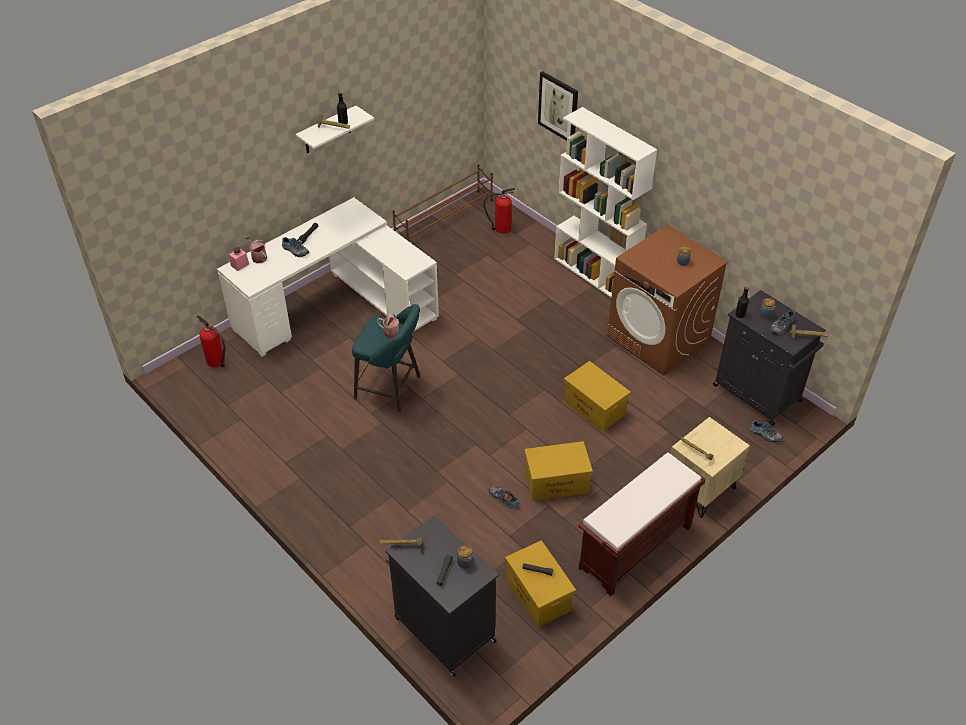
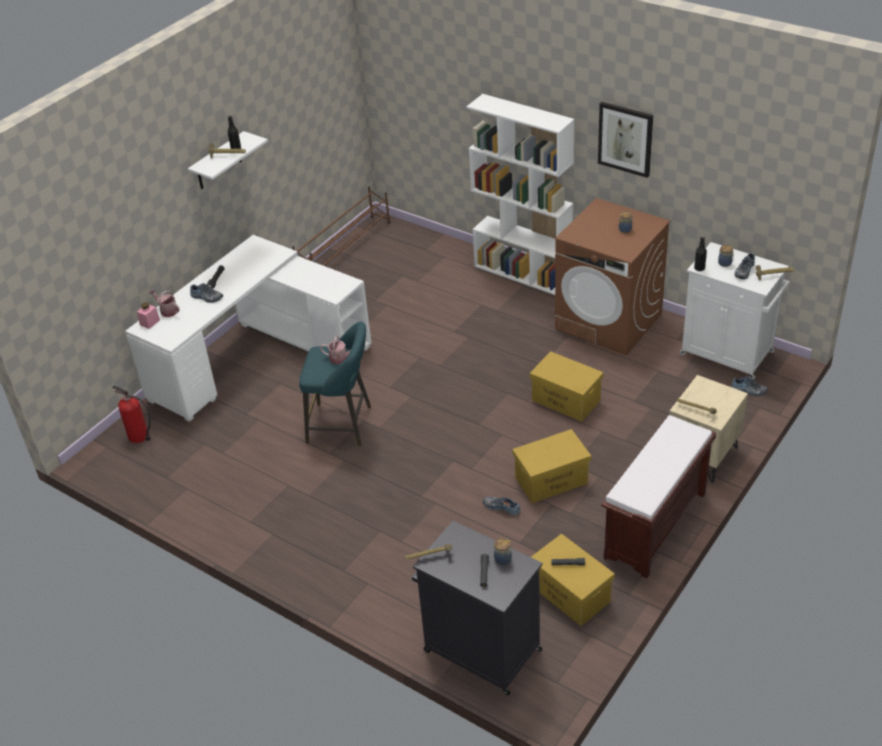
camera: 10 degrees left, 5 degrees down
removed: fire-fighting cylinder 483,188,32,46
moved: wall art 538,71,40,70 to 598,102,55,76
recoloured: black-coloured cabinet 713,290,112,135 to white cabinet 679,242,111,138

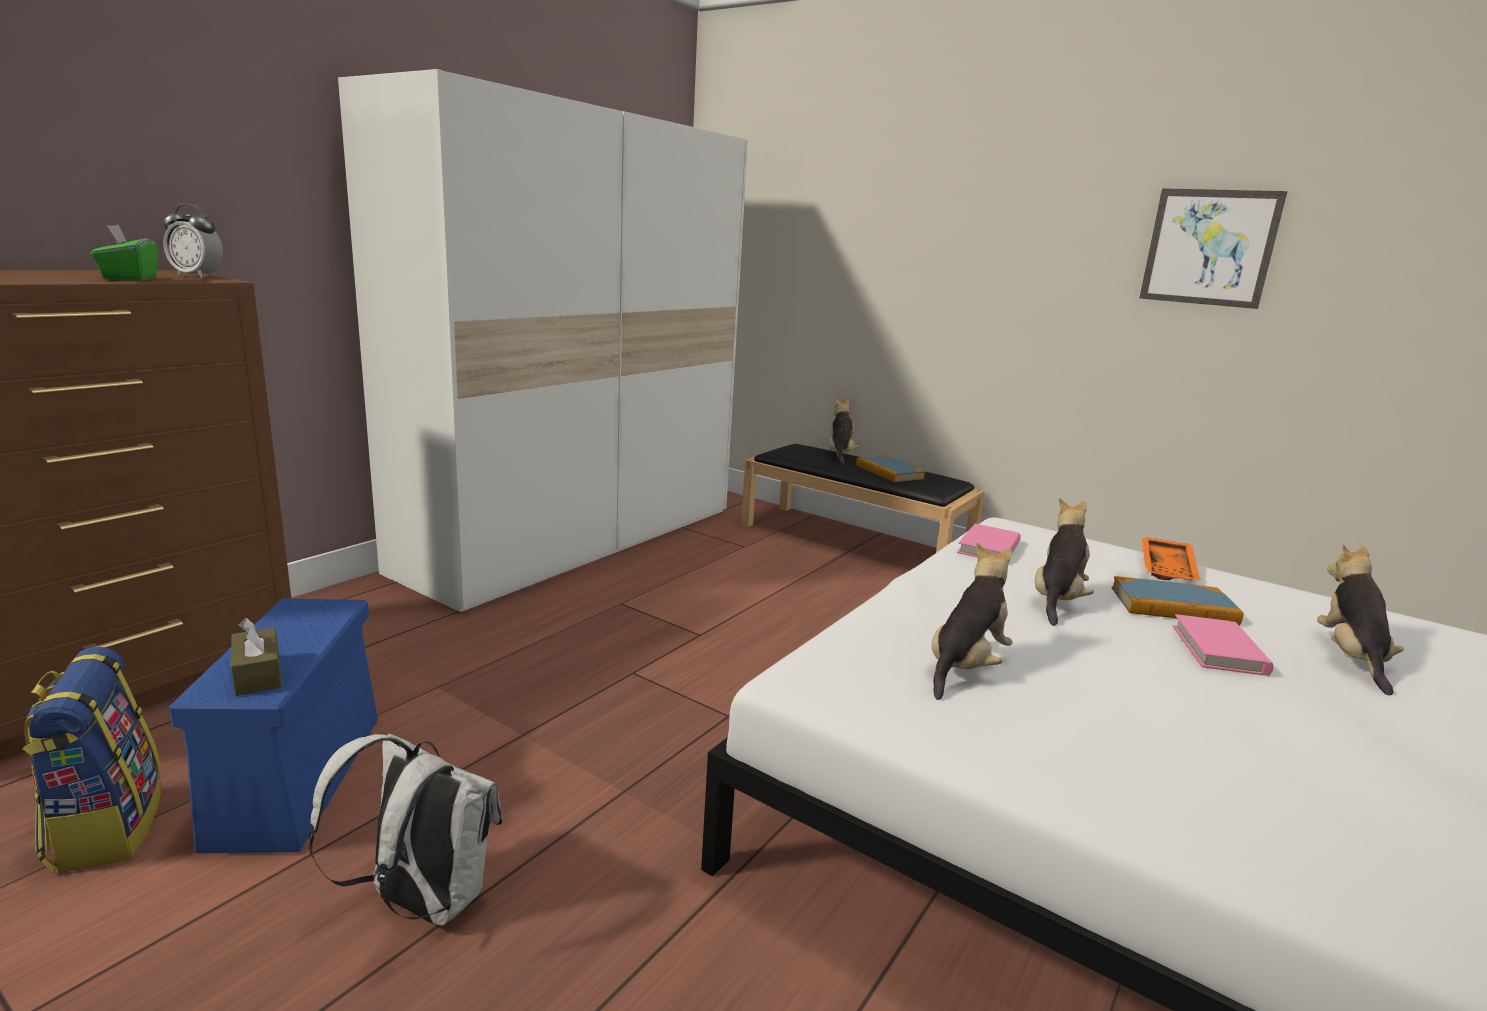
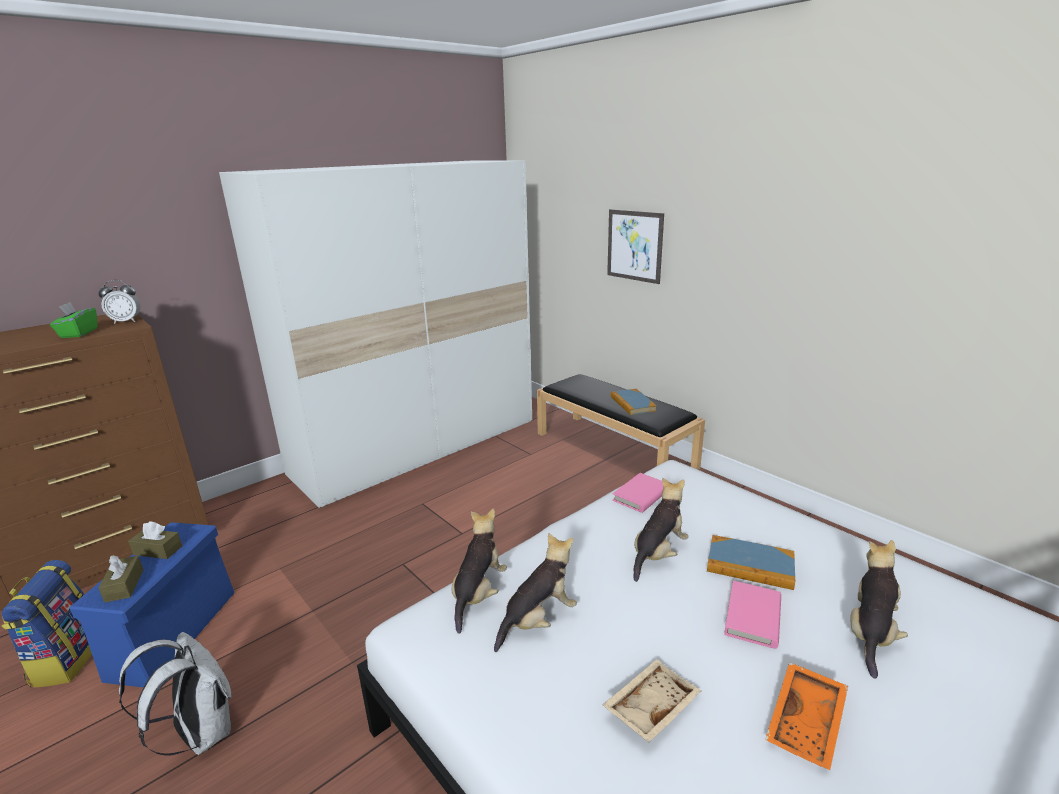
camera: 15 degrees right, 5 degrees up
added: brown tissue box 128,521,54,38; beige carrying tray 602,659,99,84
moved: plush toy 828,398,31,67 to 452,508,55,126; wall art 1139,188,149,121 to 607,209,57,75; orange-coloured carrying tray 1142,537,58,43 to 765,662,83,108
turned: bedside clock 163,203,60,75 = 98,280,43,44 45 degrees counterclockwise

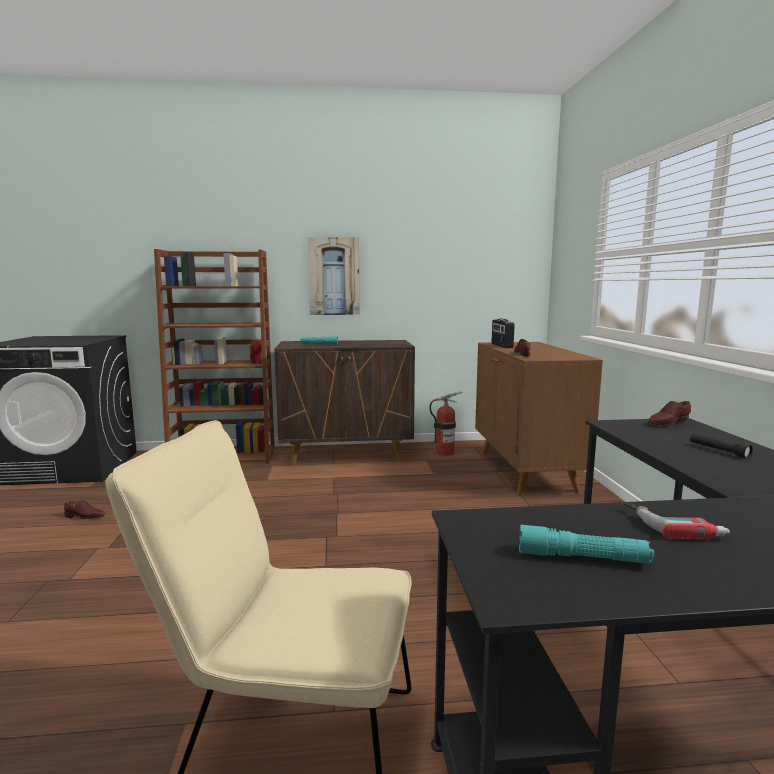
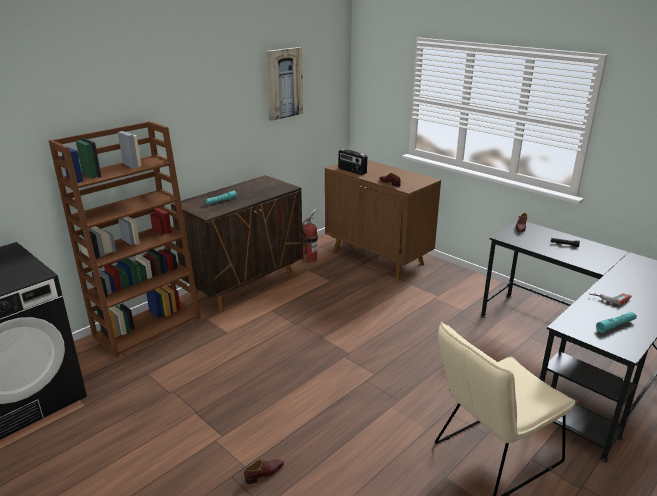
camera: 40 degrees left, 15 degrees up
moved: brown low shoe 64,500,41,19 to 244,459,40,25; wall art 308,237,52,78 to 266,47,37,74

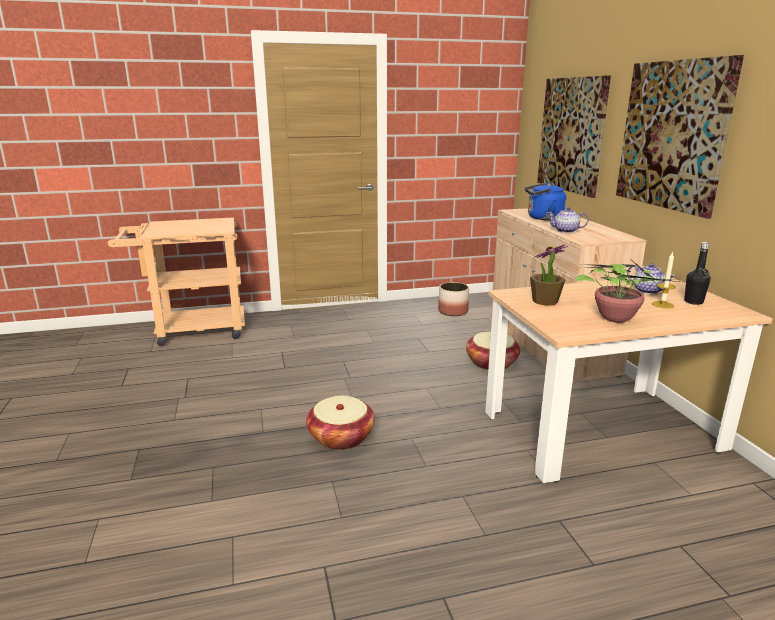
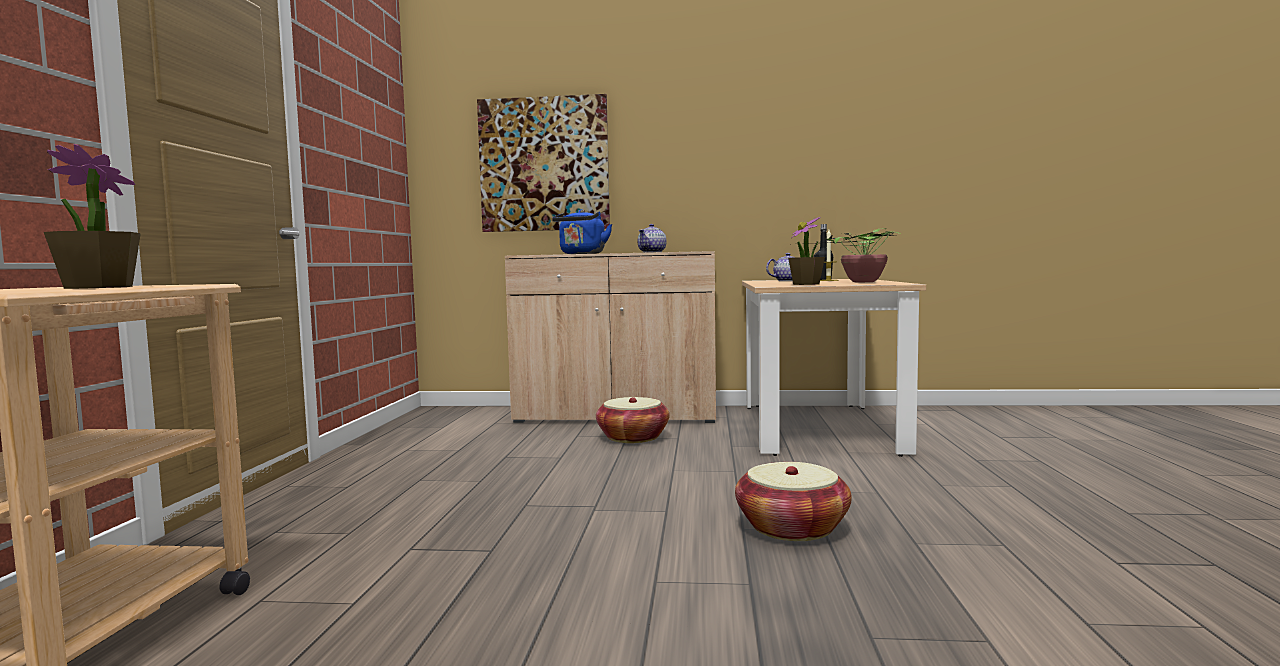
camera: 70 degrees left, 15 degrees down
removed: plant pot 438,282,31,34; wall art 616,55,128,164
added: potted plant 44,144,97,145

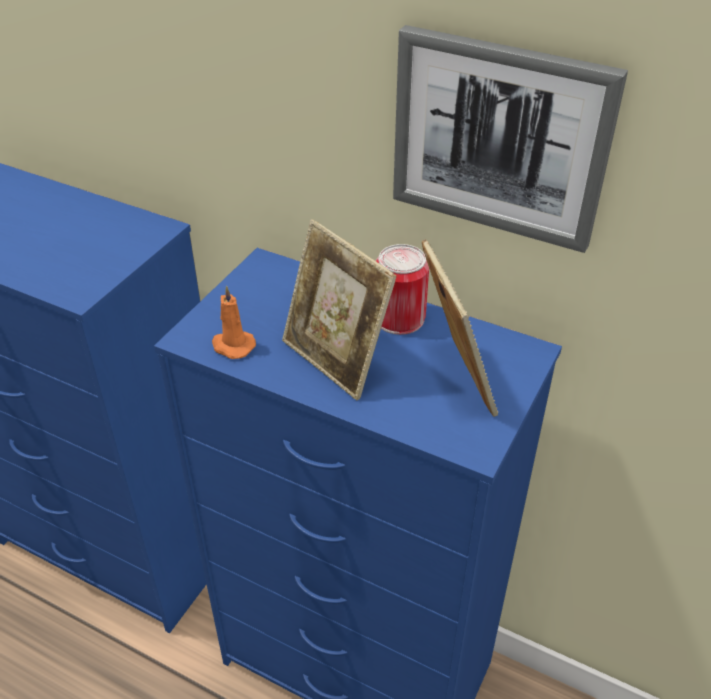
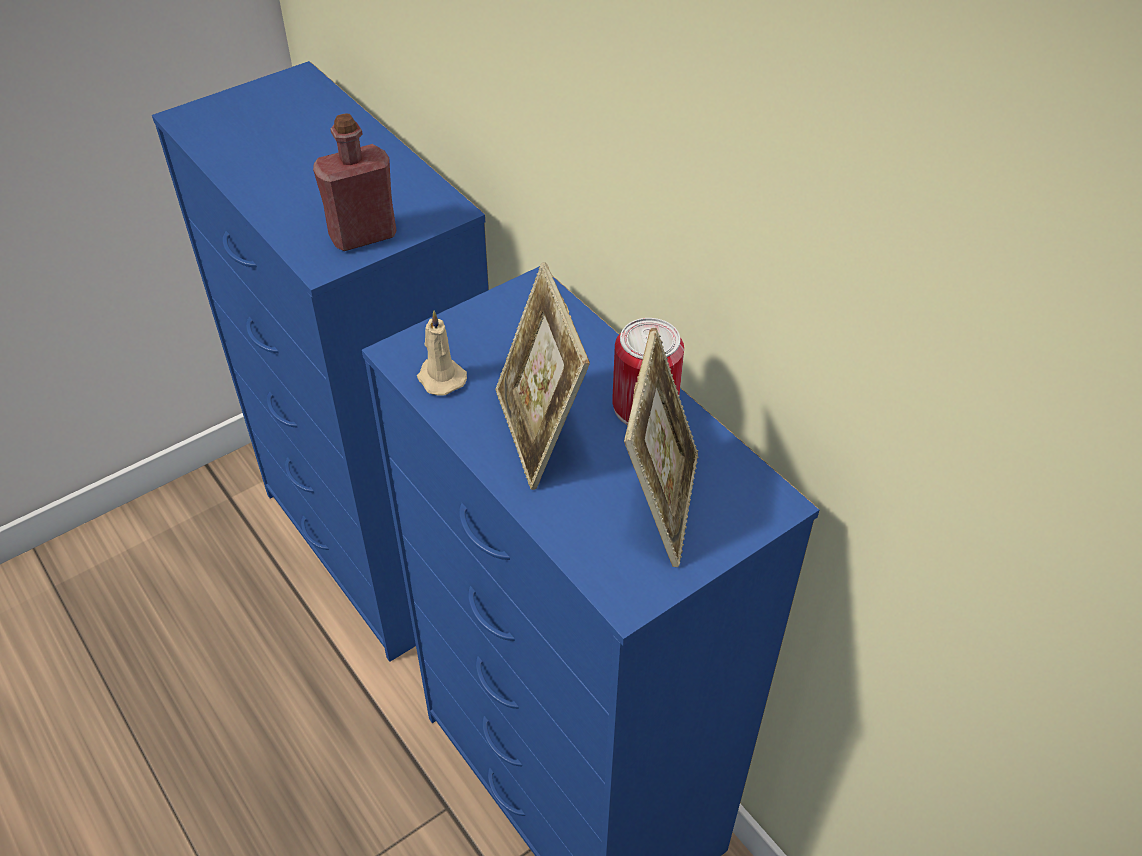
camera: 25 degrees right, 5 degrees up
removed: wall art 393,25,235,228
added: red-coloured beverage bottle 313,113,83,138
recoloured: orange-coloured candle 212,286,44,73 to beige candle 417,310,50,86

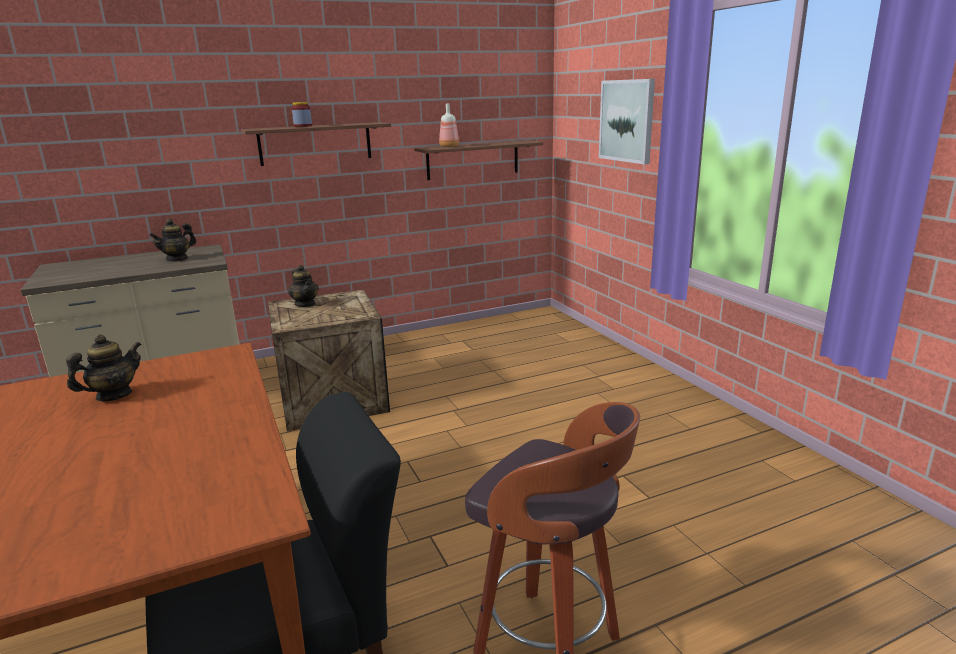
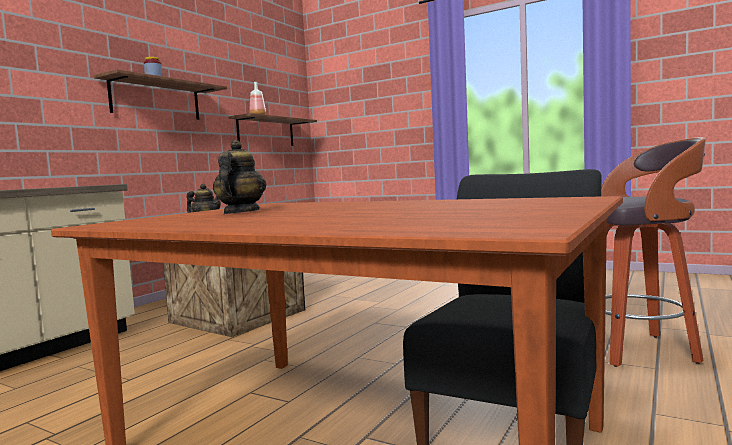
camera: 35 degrees left, 15 degrees down
removed: teapot 149,219,47,43; wall art 599,79,56,85

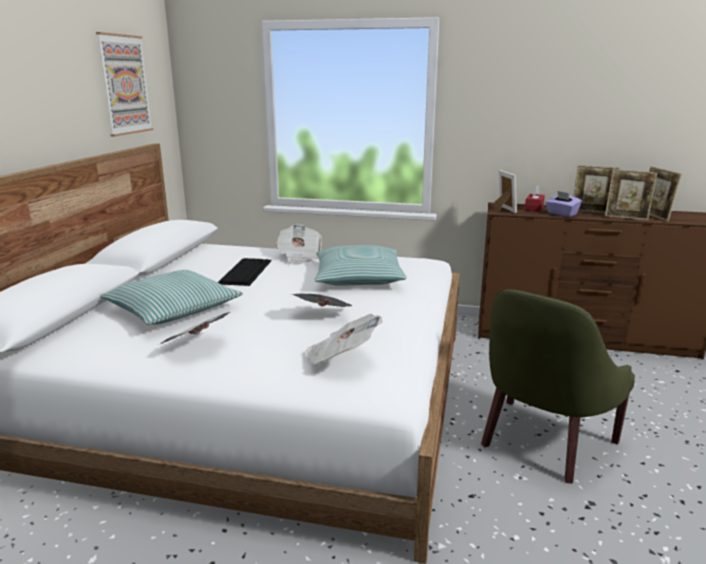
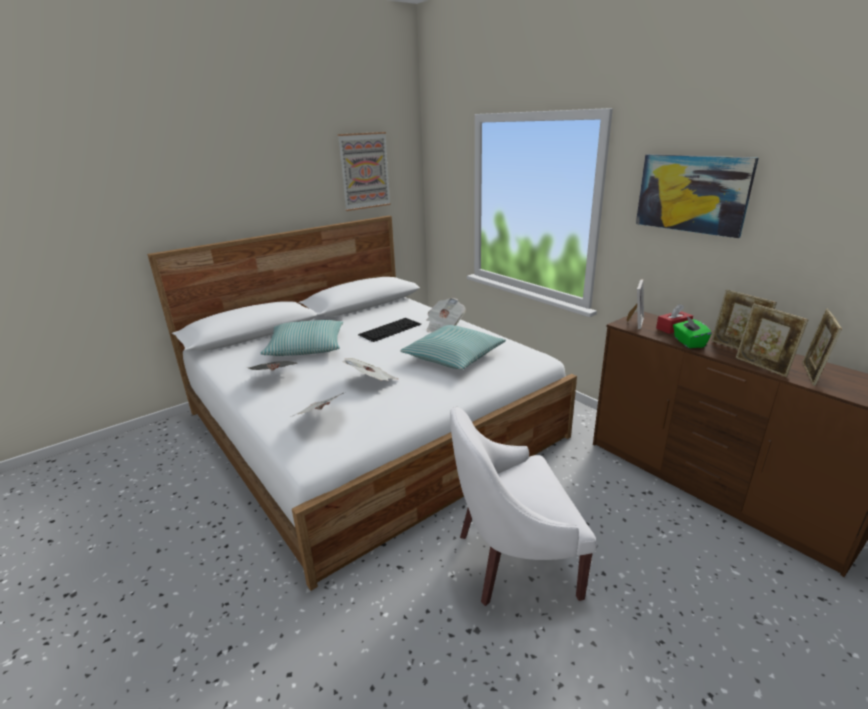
camera: 40 degrees right, 5 degrees up
added: wall art 636,154,122,84
recoloured: greenish easy chair 481,289,154,195 to white easy chair 450,406,146,200; purplish tissue box 546,191,36,26 to greenish tissue box 673,316,39,32

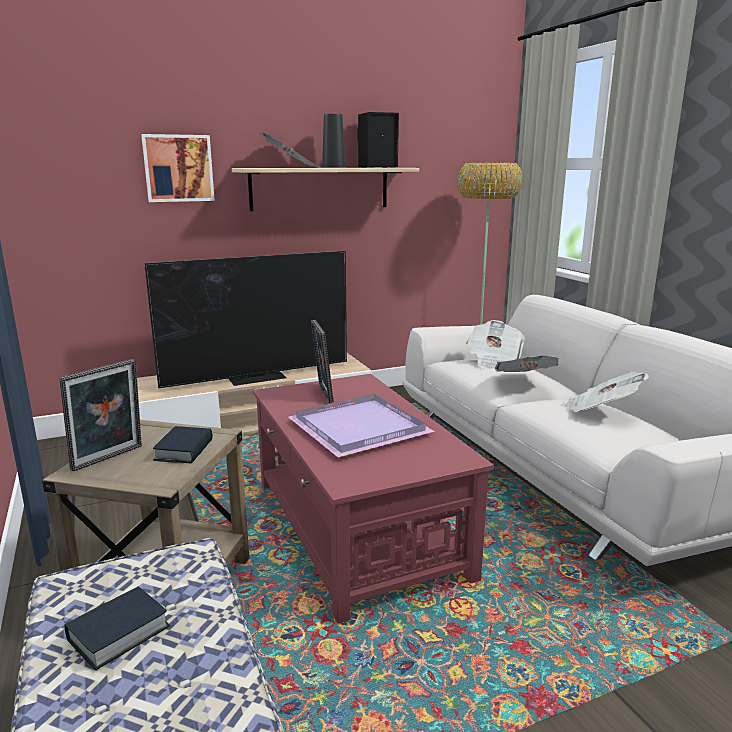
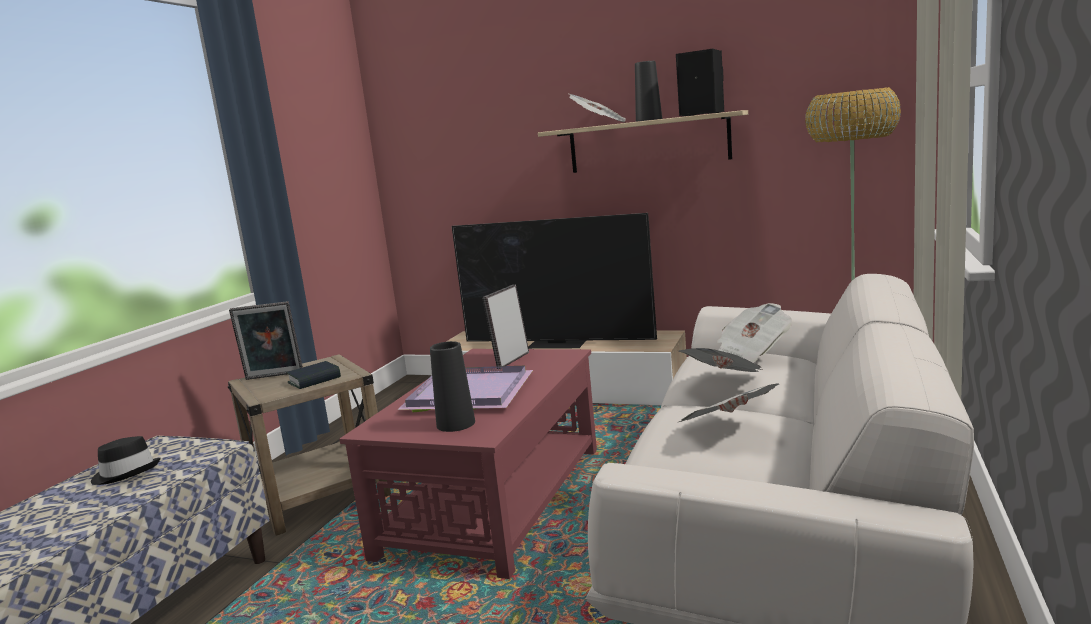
camera: 45 degrees right, 5 degrees down
removed: wall art 141,134,74,68
added: black-coloured vase 430,341,45,91
replaced: book 64,586,107,84 to black-coloured wearable hat 91,436,70,49

